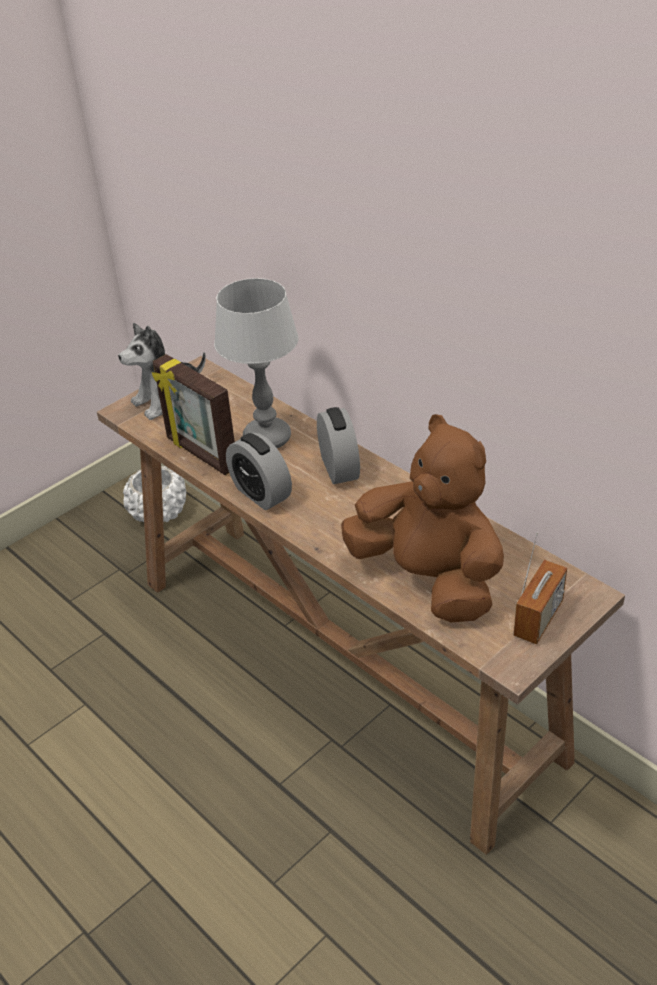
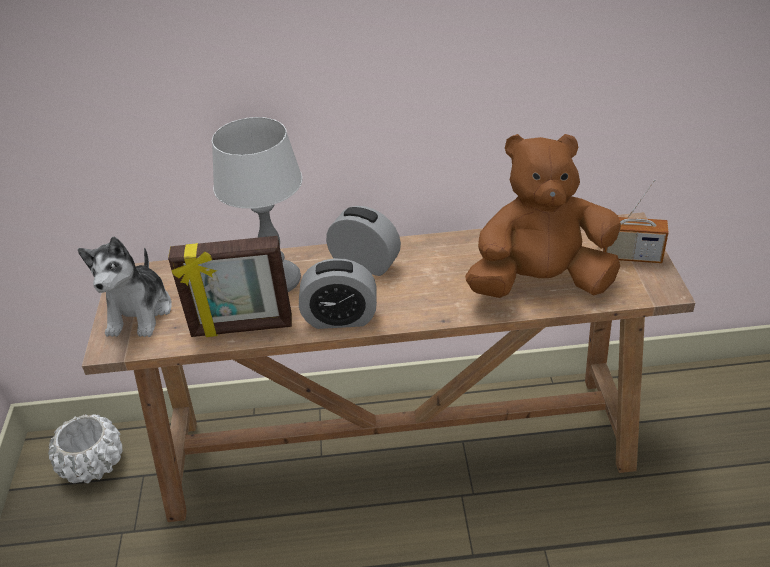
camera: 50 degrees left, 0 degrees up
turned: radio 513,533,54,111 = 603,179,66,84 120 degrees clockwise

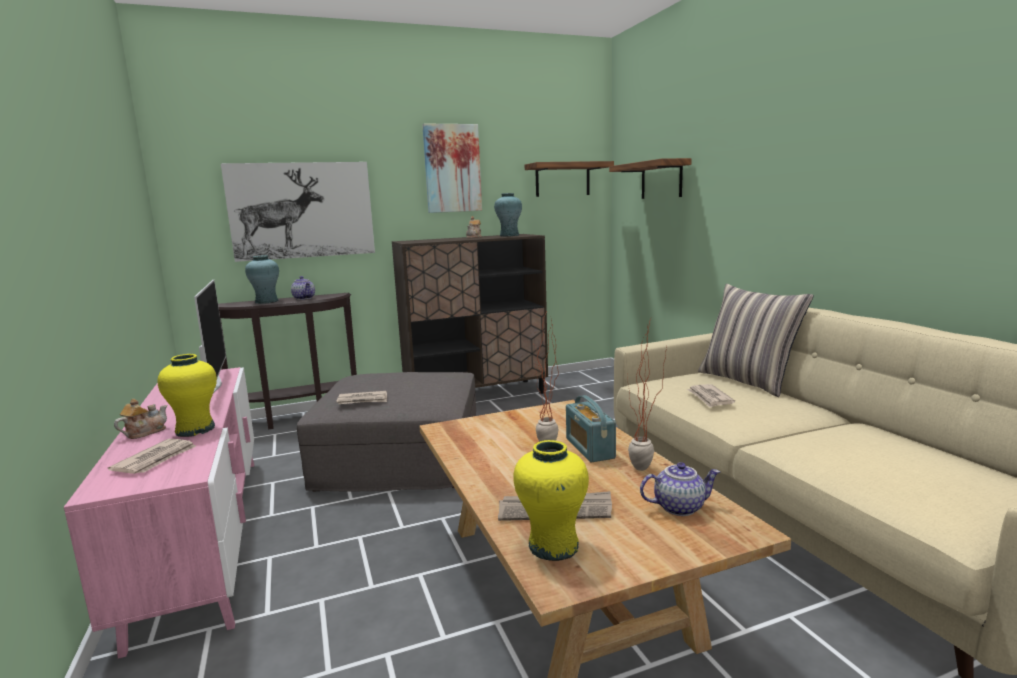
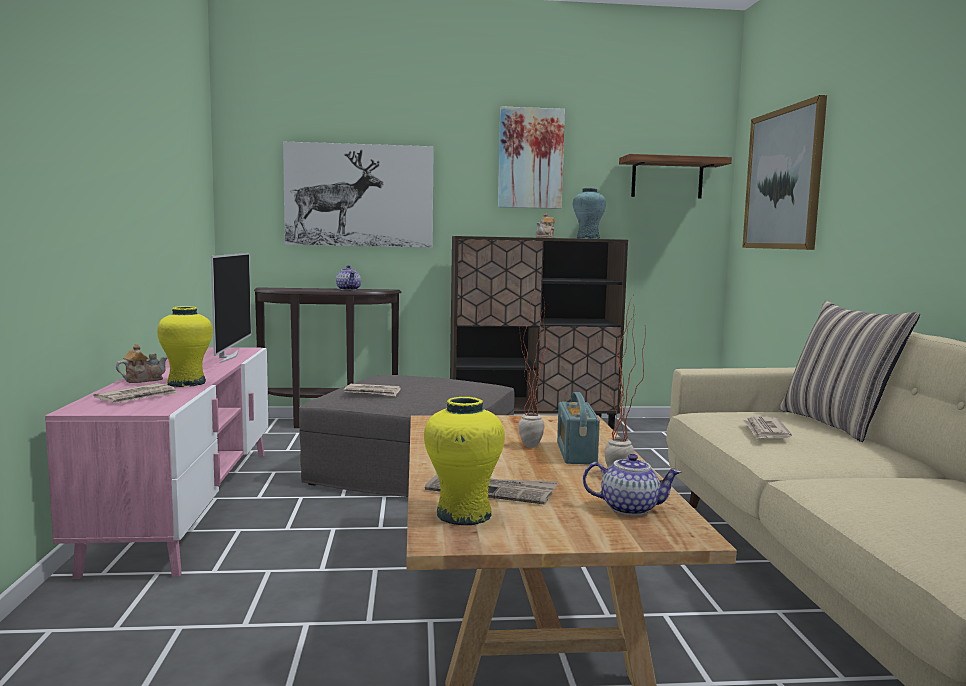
camera: 15 degrees right, 5 degrees down
removed: turquoise vase 245,255,34,49
replaced: bracket shelf 609,158,83,41 to wall art 742,95,85,155

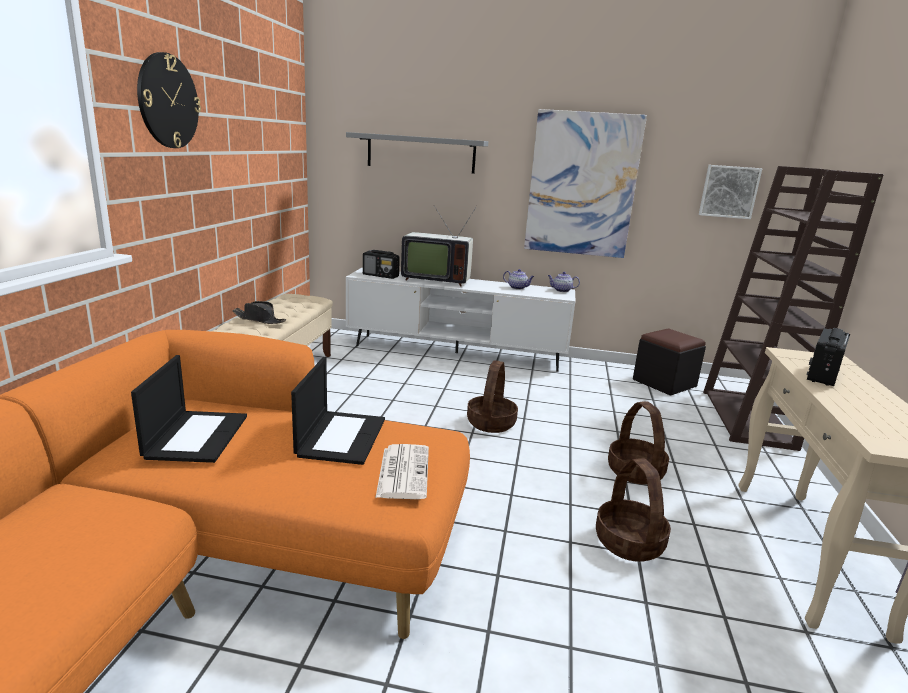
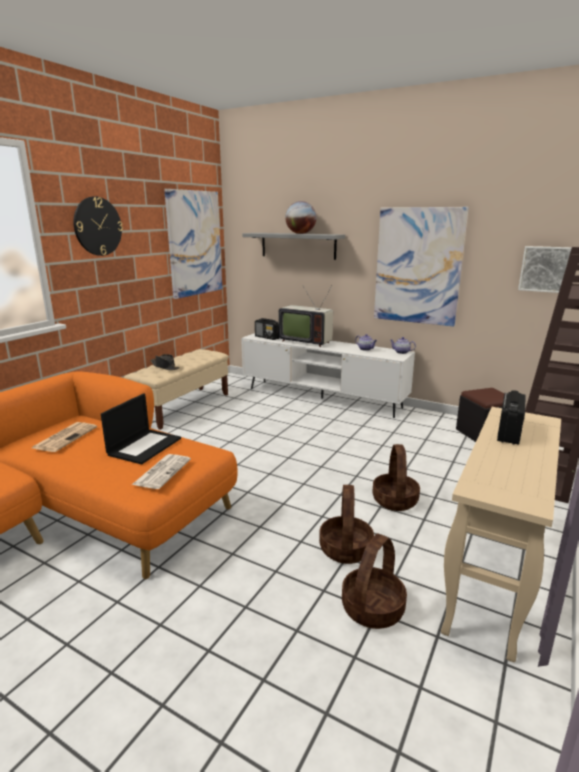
camera: 20 degrees right, 0 degrees up
added: wall art 164,189,58,110; world globe 285,201,31,33
moved: basket 467,360,51,73 to 342,533,65,96
replaced: laptop 131,355,116,108 to newspaper 32,422,65,30
turned: radio 806,328,44,58 = 497,390,29,55 150 degrees clockwise

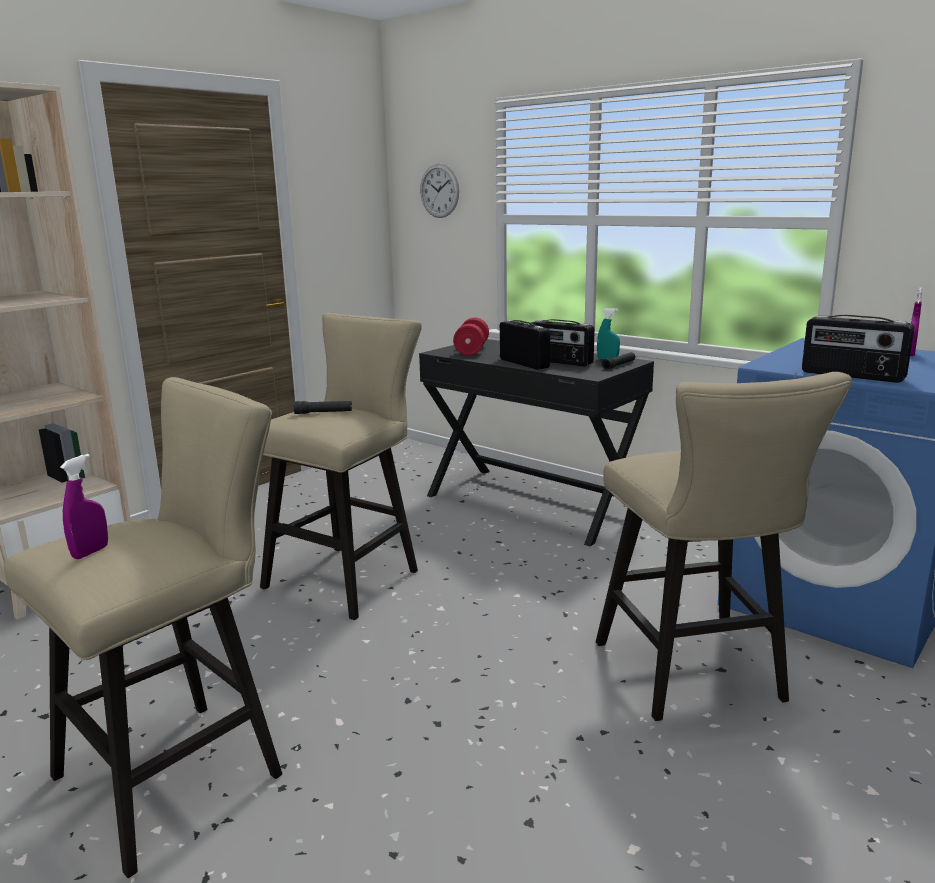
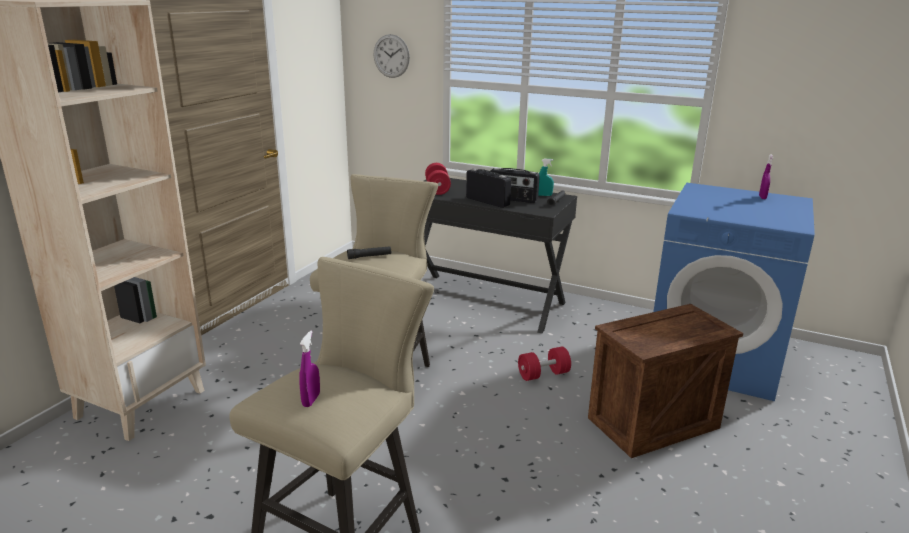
camera: 15 degrees left, 5 degrees up
removed: radio 802,315,112,68
added: red-coloured hand weight 518,347,53,34
replaced: beige stool seat 596,372,256,349 to shipping crate 588,304,155,154

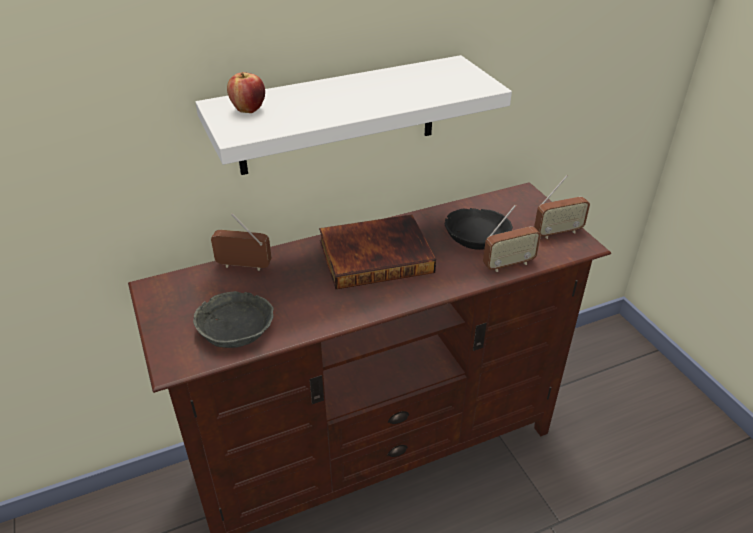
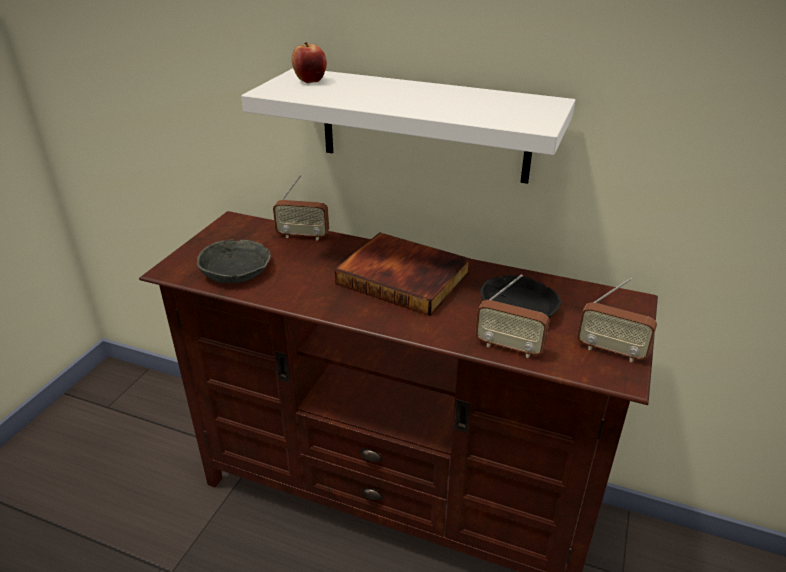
camera: 45 degrees right, 5 degrees down
turned: radio 211,213,61,58 = 273,174,56,66 135 degrees clockwise

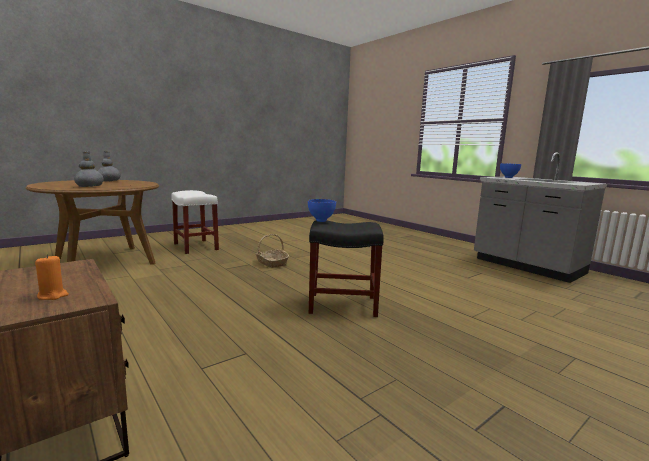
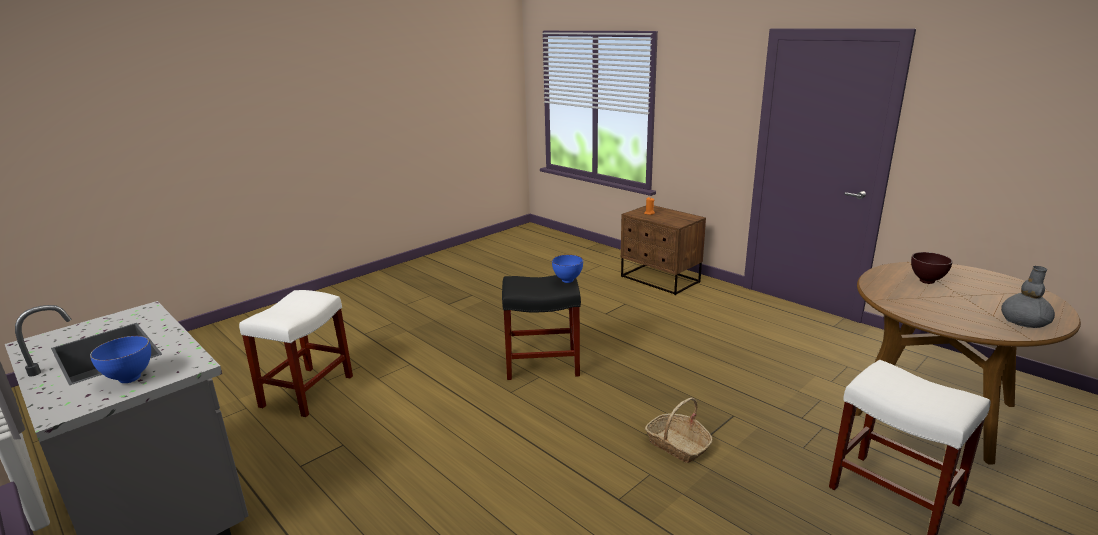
camera: 175 degrees right, 10 degrees up
added: white stool seat 239,290,114,127
replaced: grey vase 74,152,30,35 to brown deep dish 911,252,42,32

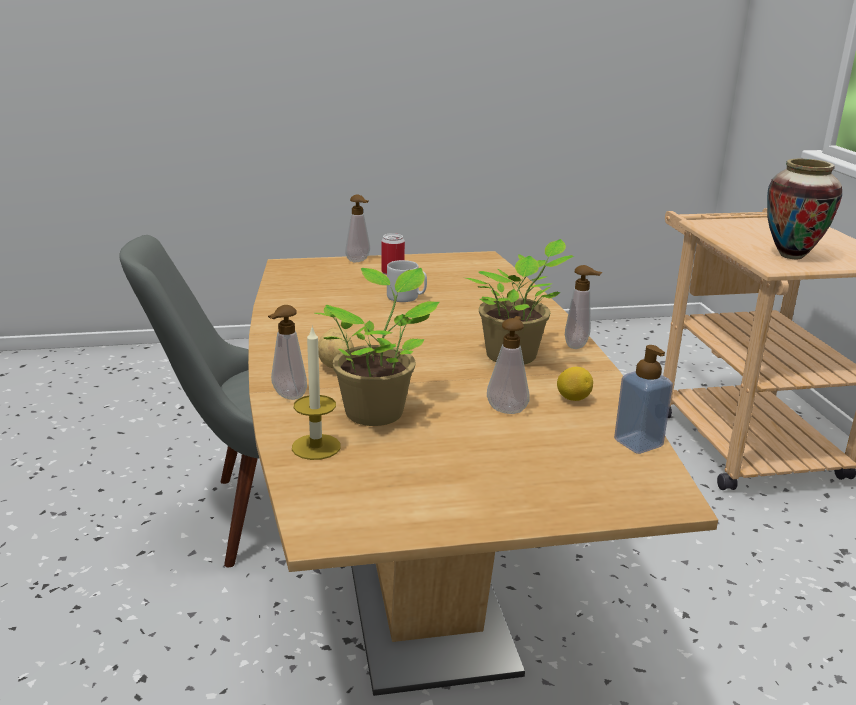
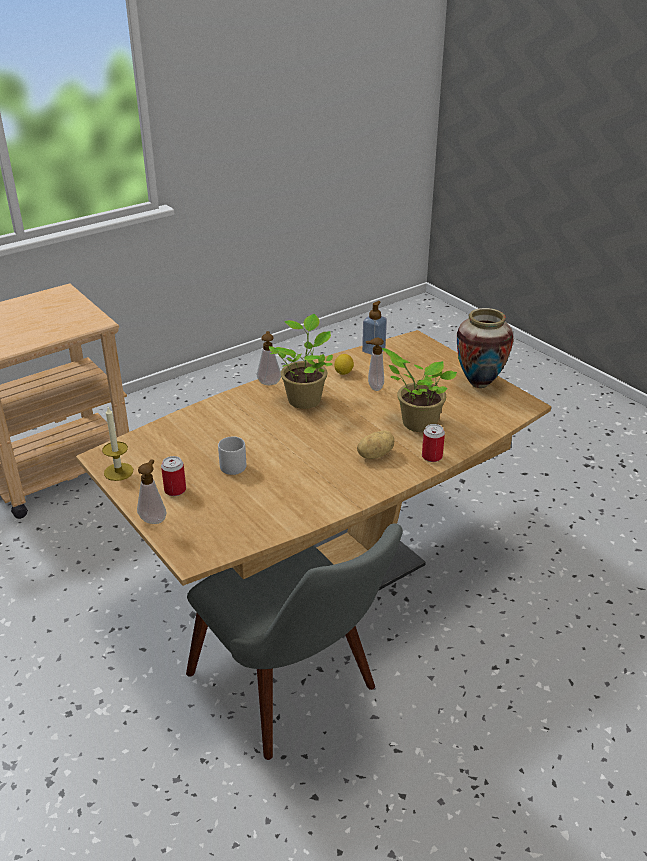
camera: 115 degrees left, 10 degrees up
moved: candle 292,325,49,135 to 102,407,31,74; vase 767,159,75,100 to 457,308,57,80
replaced: soap bottle 268,305,39,95 to sealed can 422,424,23,38

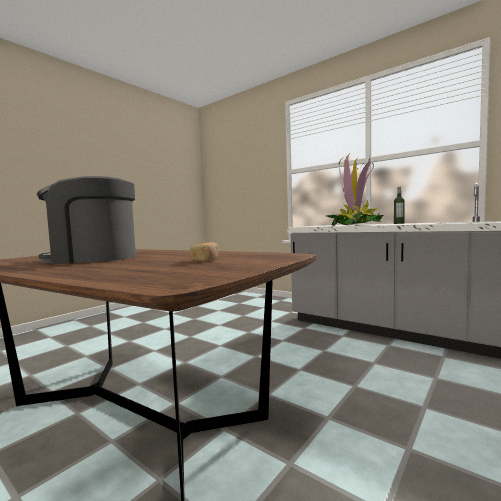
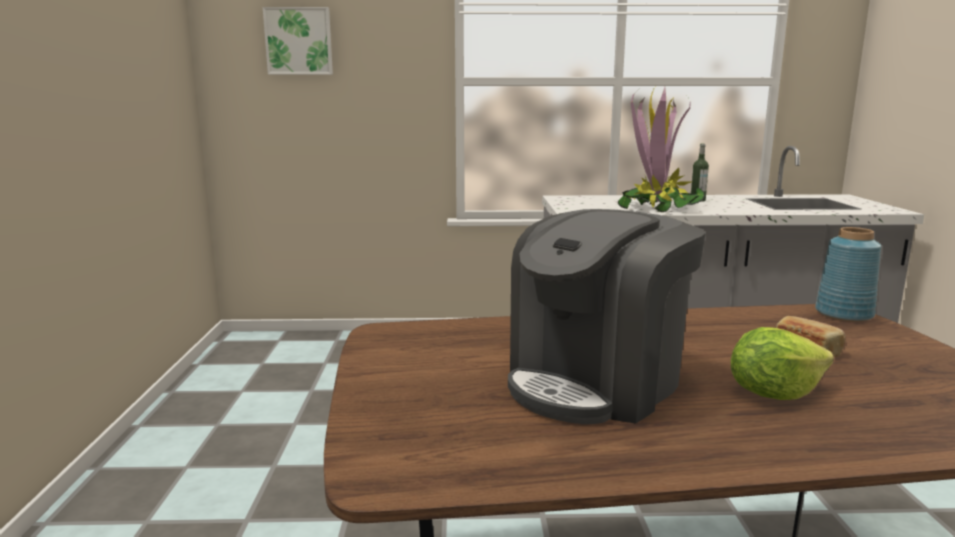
camera: 40 degrees left, 10 degrees up
added: wall art 263,7,70,68; lettuce head 731,327,103,73; blue-coloured vase 815,227,66,95

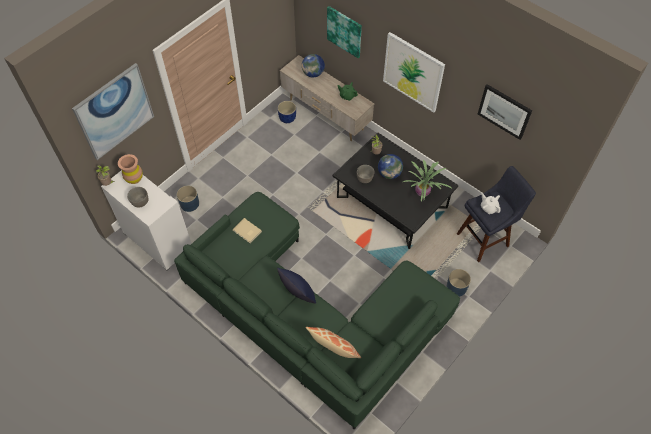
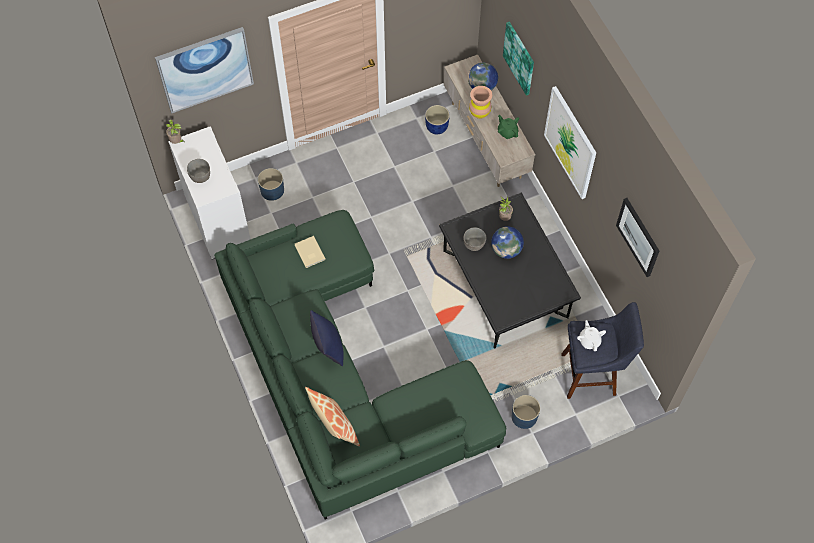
camera: 25 degrees right, 5 degrees up
removed: potted plant 403,160,50,41
moved: brown vase 118,154,25,30 to 469,86,23,33

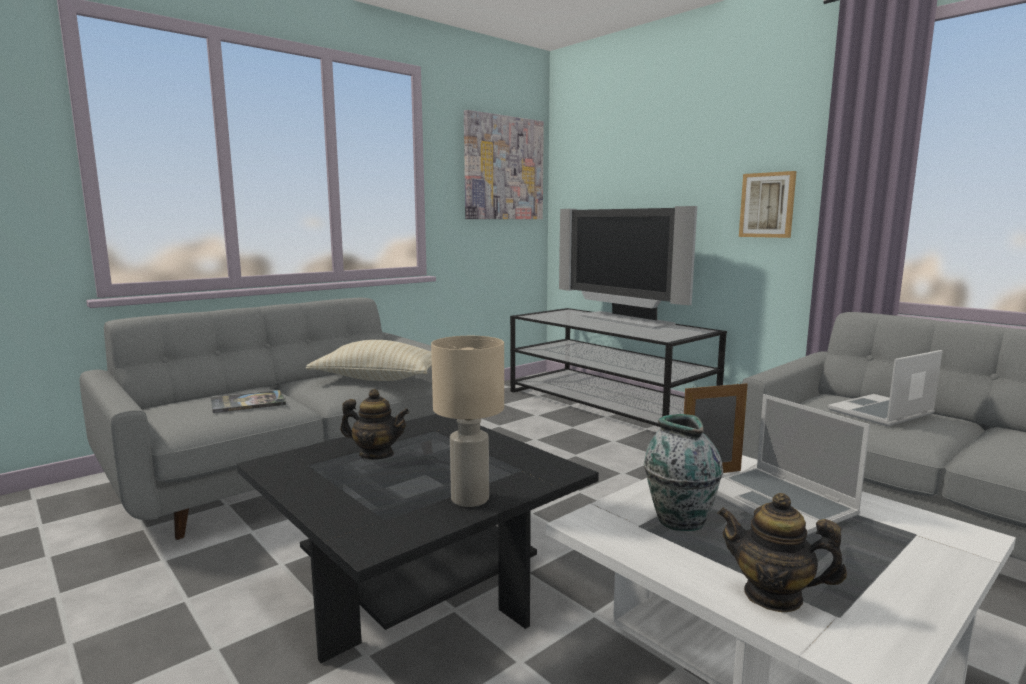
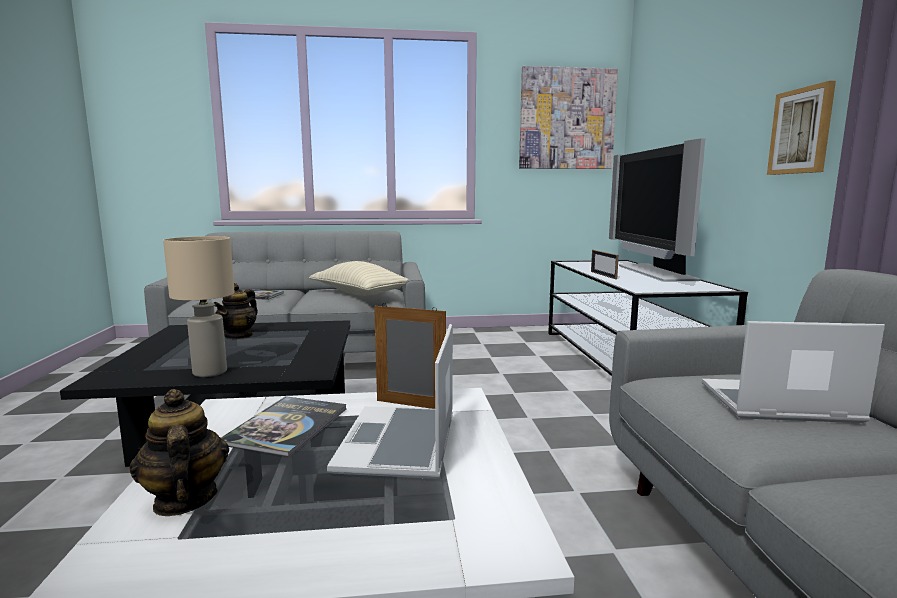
camera: 35 degrees right, 0 degrees up
added: photo frame 591,250,28,29
replaced: vase 644,414,79,117 to book 221,396,126,61
turned: teapot 340,389,70,71 = 214,283,44,56 60 degrees clockwise

